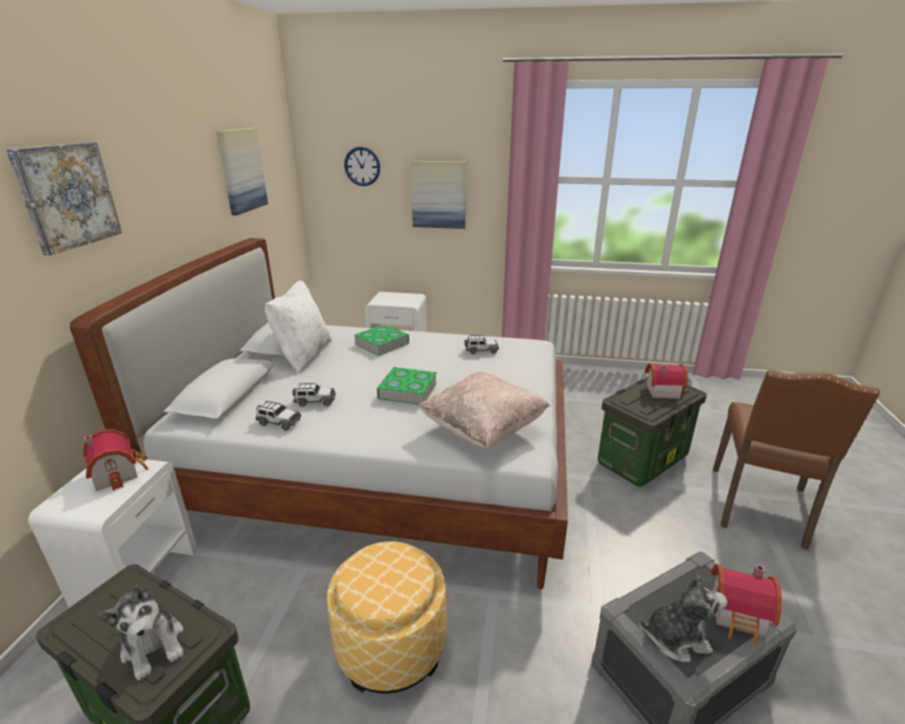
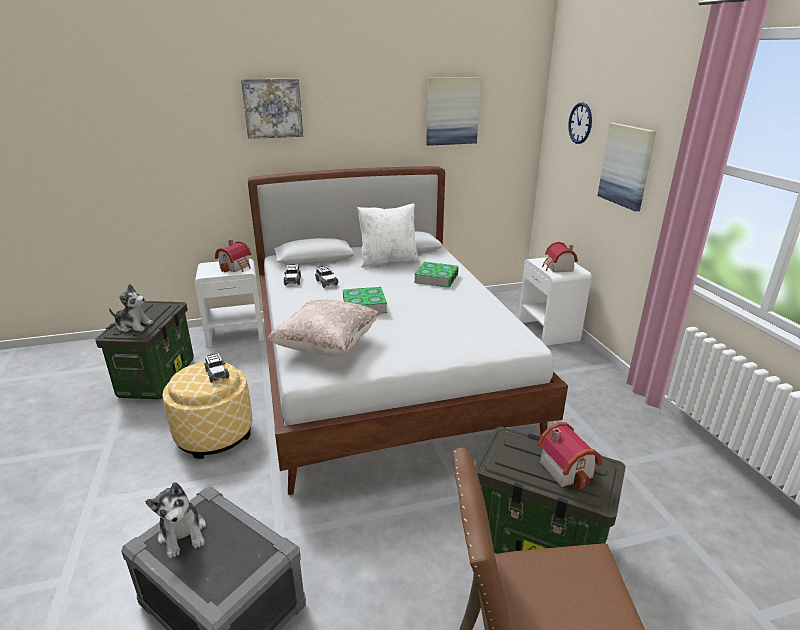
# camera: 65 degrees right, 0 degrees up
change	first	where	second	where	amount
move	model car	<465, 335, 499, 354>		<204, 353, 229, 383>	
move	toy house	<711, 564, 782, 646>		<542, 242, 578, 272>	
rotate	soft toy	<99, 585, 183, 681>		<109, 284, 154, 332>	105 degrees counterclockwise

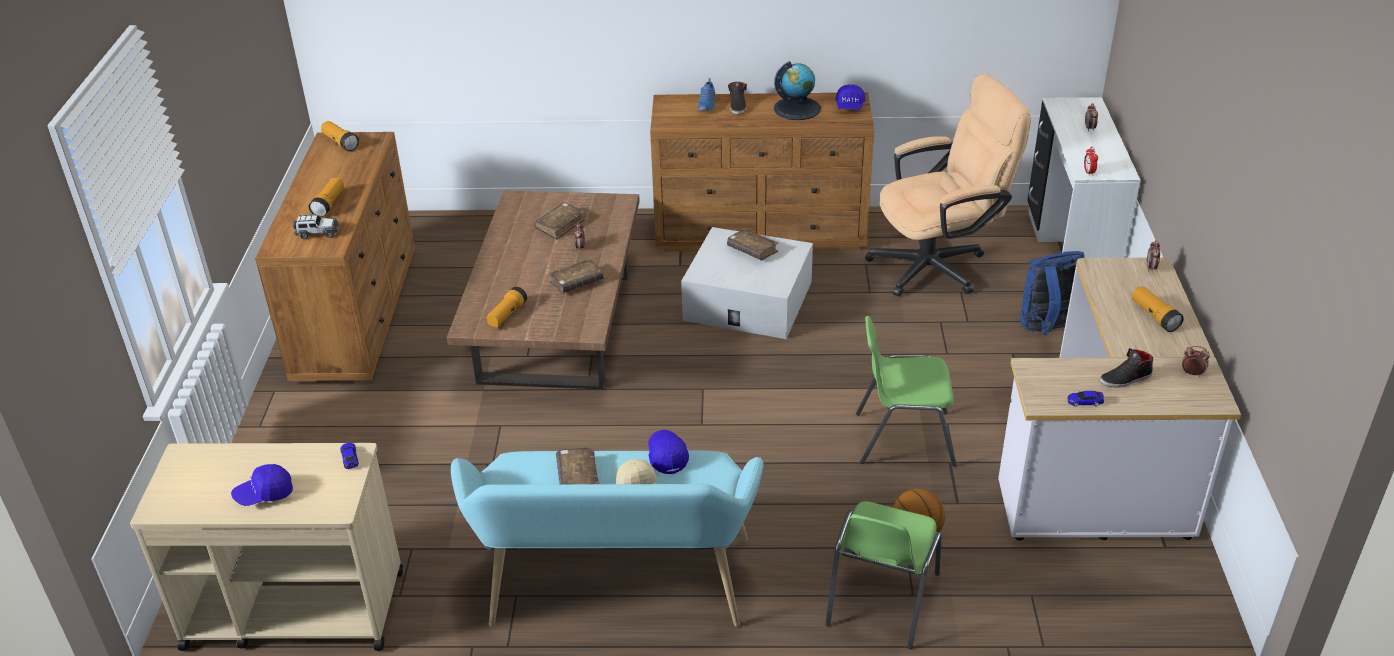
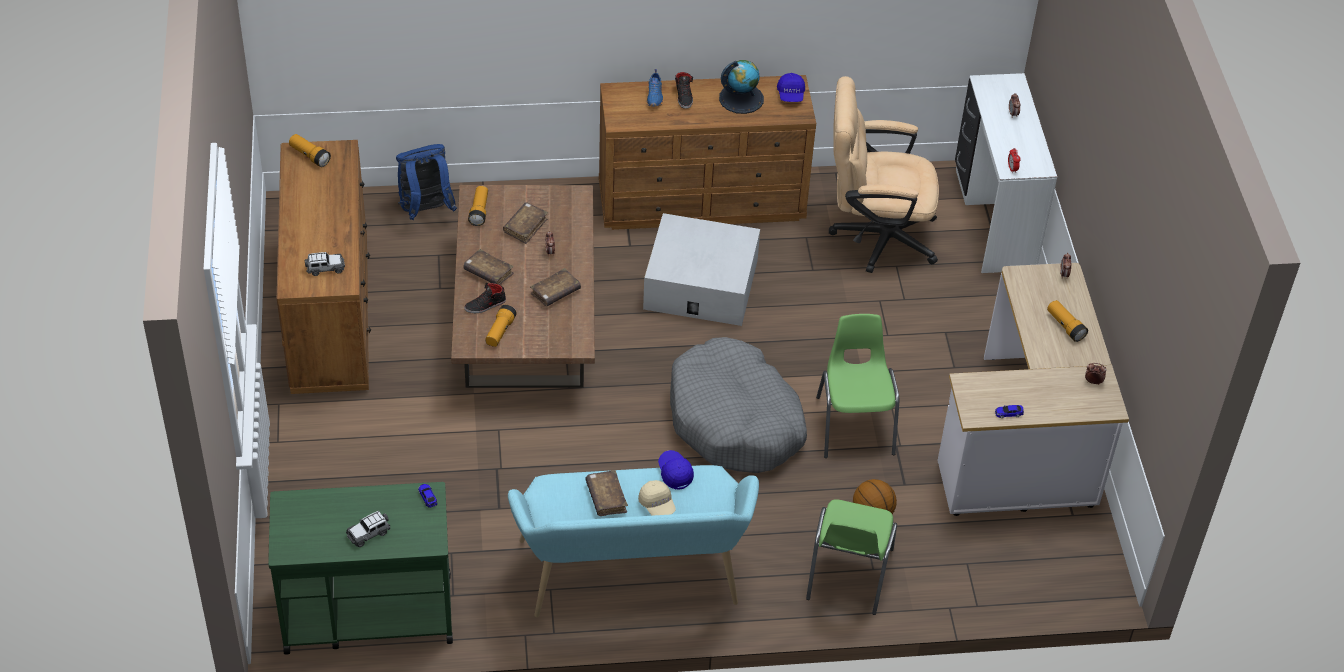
# camera: 10 degrees left, 10 degrees up
change	first	where	second	where	amount
insert			greyish dog cushion	<670, 337, 807, 473>	
move	torch	<309, 178, 344, 217>		<468, 186, 488, 226>	
move	brown-coloured bound book	<727, 228, 778, 260>		<463, 249, 514, 285>	
move	bluish rucksack	<1020, 251, 1085, 336>		<396, 144, 457, 220>	
move	black-coloured item of footwear	<1100, 348, 1153, 388>		<465, 283, 506, 314>	
replace	bluish baseball cap	<231, 464, 293, 506>	model car	<346, 511, 390, 547>	
recolor	sand-coloured trolley	<130, 443, 403, 651>	green-coloured trolley	<268, 482, 453, 655>	
rotate	green-coloured plain chair	<856, 316, 957, 467>		<816, 314, 899, 458>	90 degrees clockwise
rotate	sand-coloured desk chair	<865, 73, 1031, 297>		<829, 76, 939, 273>	150 degrees counterclockwise

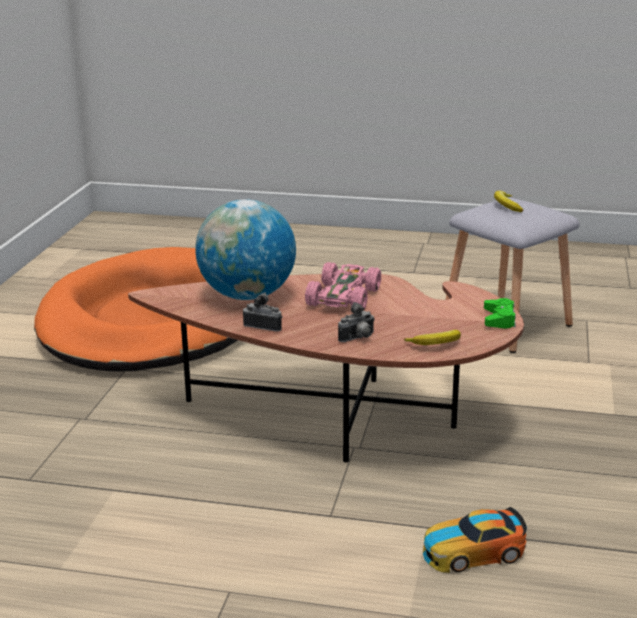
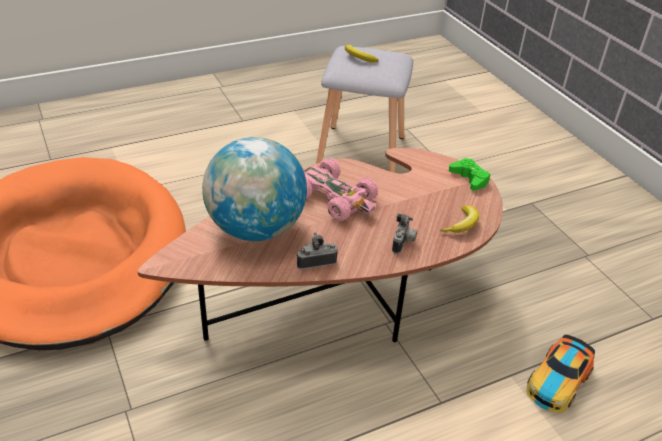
# camera: 40 degrees left, 15 degrees up
change	first	where	second	where	amount
rotate	pink model car	<305, 262, 381, 311>		<304, 158, 378, 221>	150 degrees clockwise

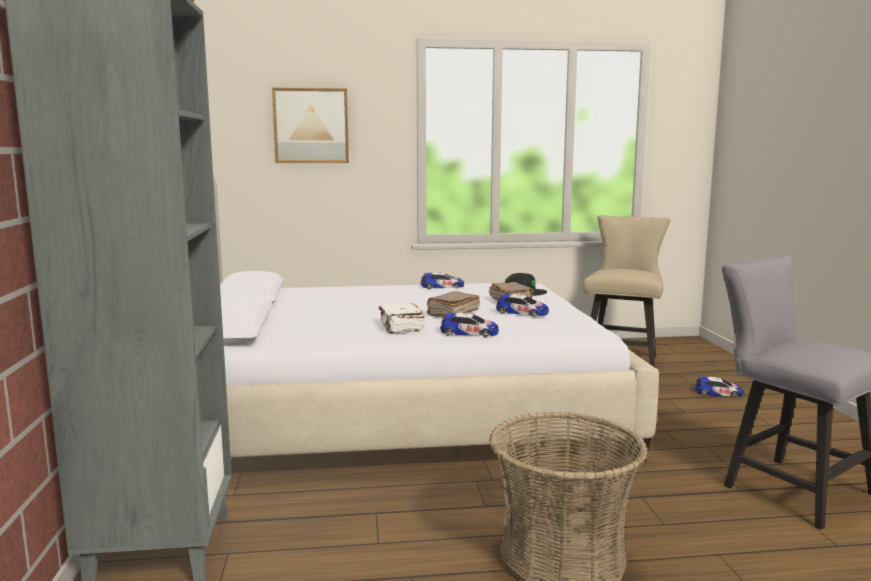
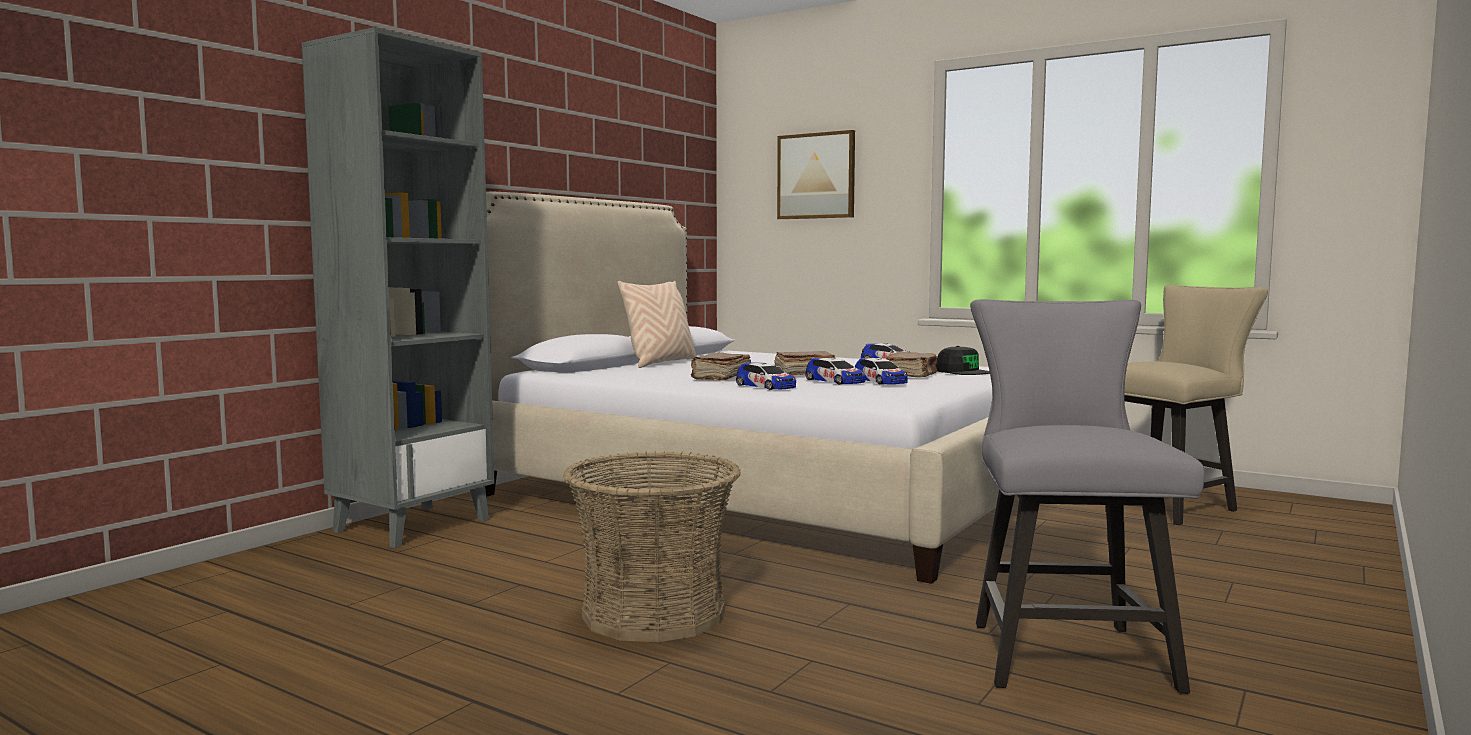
# camera: 40 degrees right, 5 degrees down
change	first	where	second	where	amount
insert			sand-coloured throw pillow	<617, 281, 697, 368>	
move	model car	<694, 377, 744, 397>		<805, 358, 866, 384>	
recolor	white bound book	<379, 303, 426, 334>	brown-coloured bound book	<691, 352, 751, 381>	

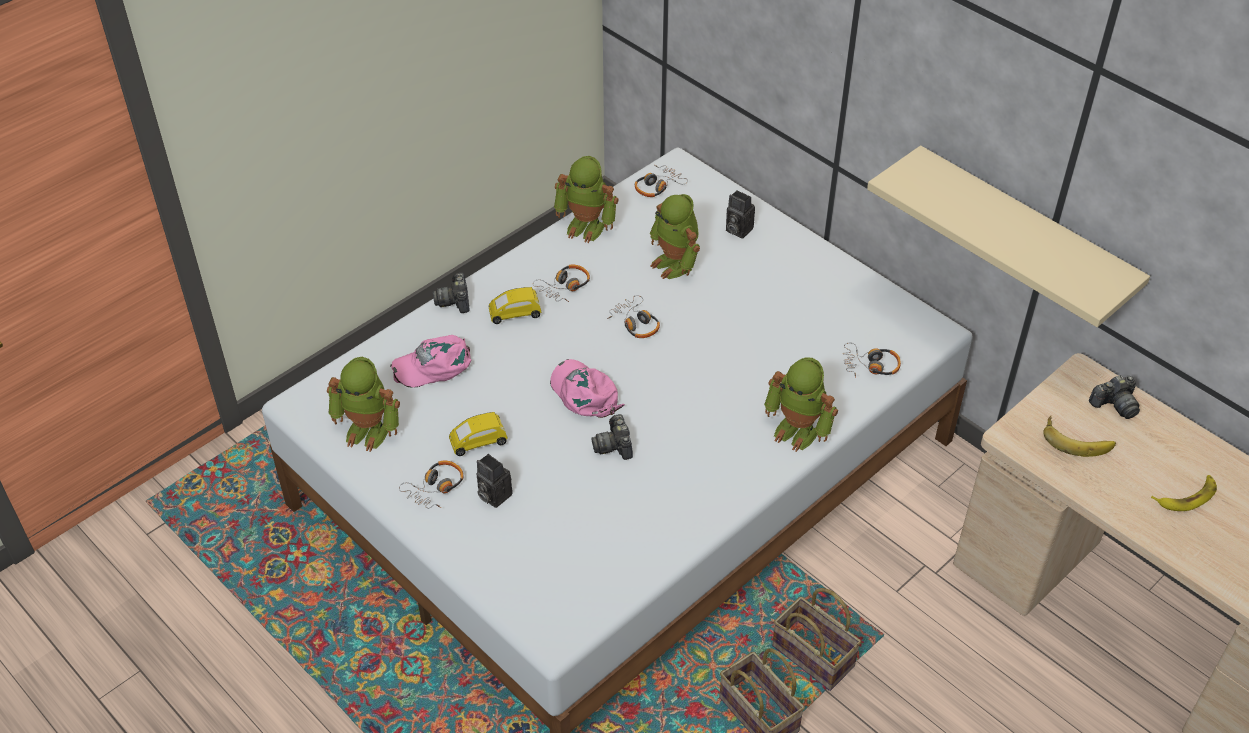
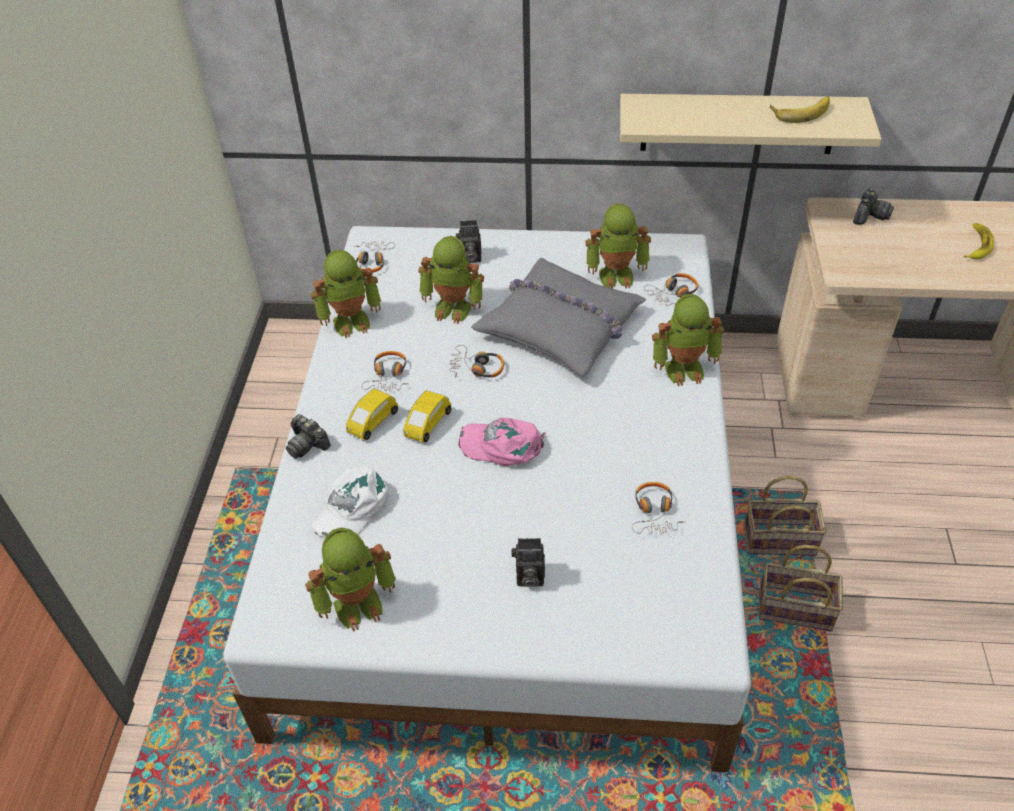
# camera: 40 degrees left, 0 degrees up
change	first	where	second	where	amount
delete	still camera	<591, 414, 633, 460>			
insert			greyish throw pillow	<471, 258, 646, 377>	
insert			toy robot	<585, 203, 651, 289>	
move	headphones	<399, 461, 463, 509>		<632, 482, 683, 535>	
move	yellow-coloured model car	<449, 412, 508, 456>		<403, 391, 451, 442>	
move	banana fruit	<1043, 416, 1116, 457>		<770, 96, 830, 123>	
recolor	pink baseball cap	<390, 335, 472, 388>	white baseball cap	<312, 467, 389, 541>	

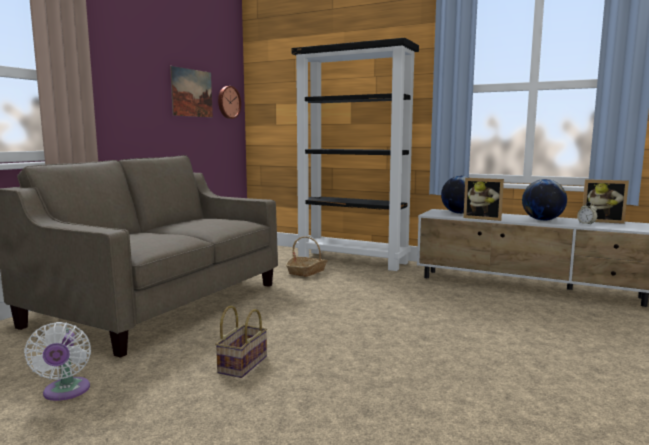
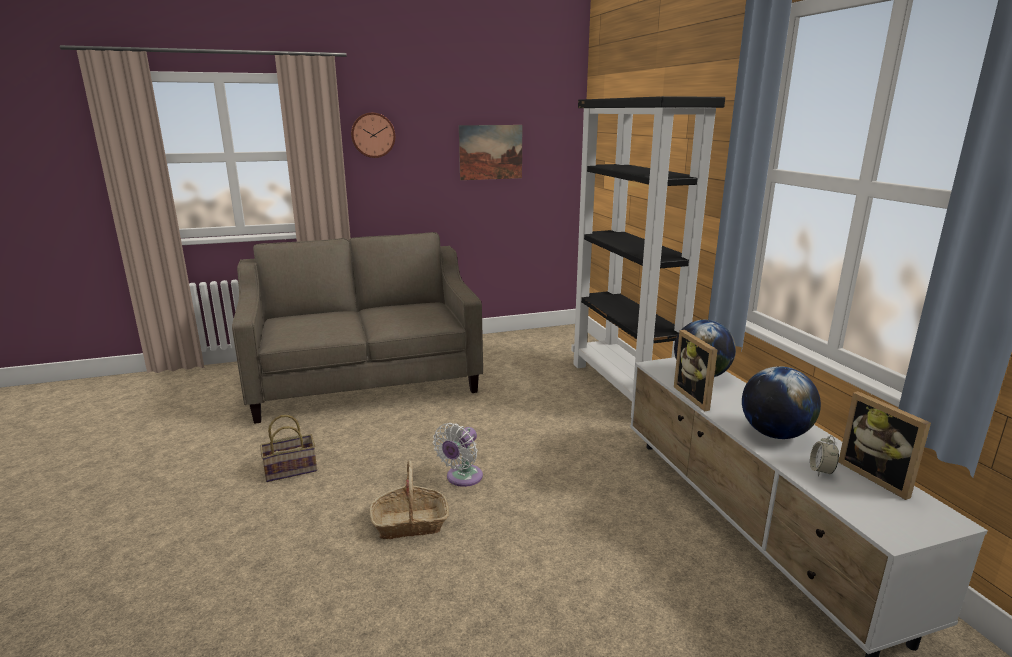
# camera: 45 degrees right, 10 degrees up
change	first	where	second	where	amount
move	white electric fan	<24, 322, 91, 401>		<433, 423, 483, 487>	
move	clock on the wall	<218, 86, 241, 119>		<351, 113, 395, 158>	
move	basket	<285, 236, 328, 277>		<370, 461, 449, 539>	

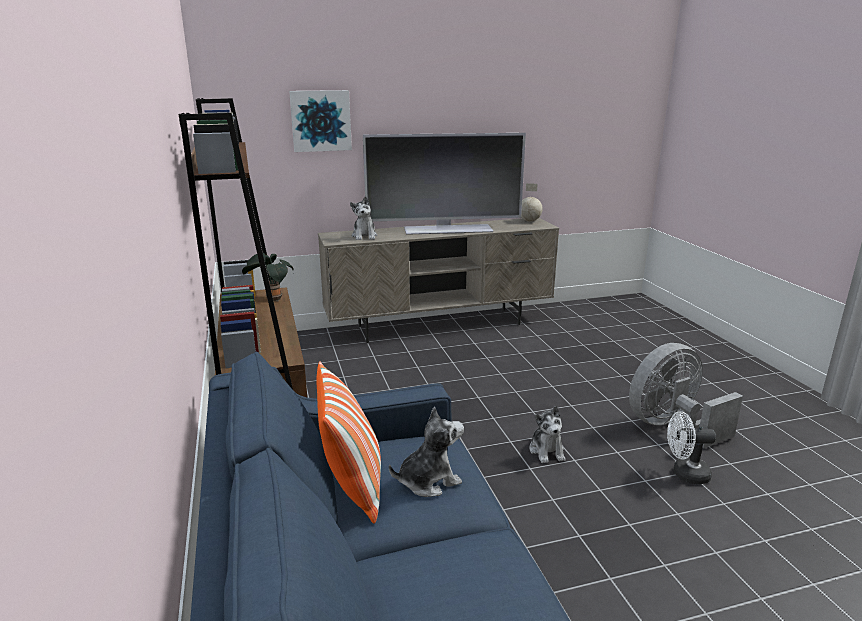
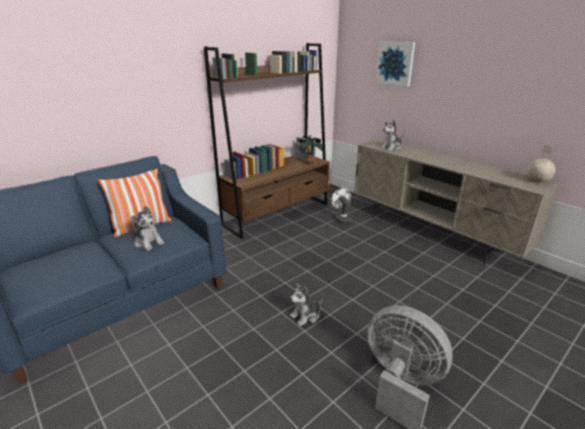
# camera: 65 degrees right, 5 degrees up
change	first	where	second	where	amount
delete	TV	<363, 133, 526, 235>			
move	white electric fan	<667, 411, 716, 484>		<331, 188, 352, 224>	

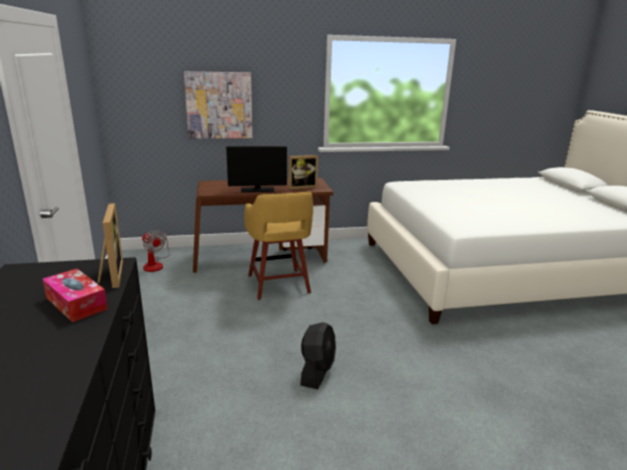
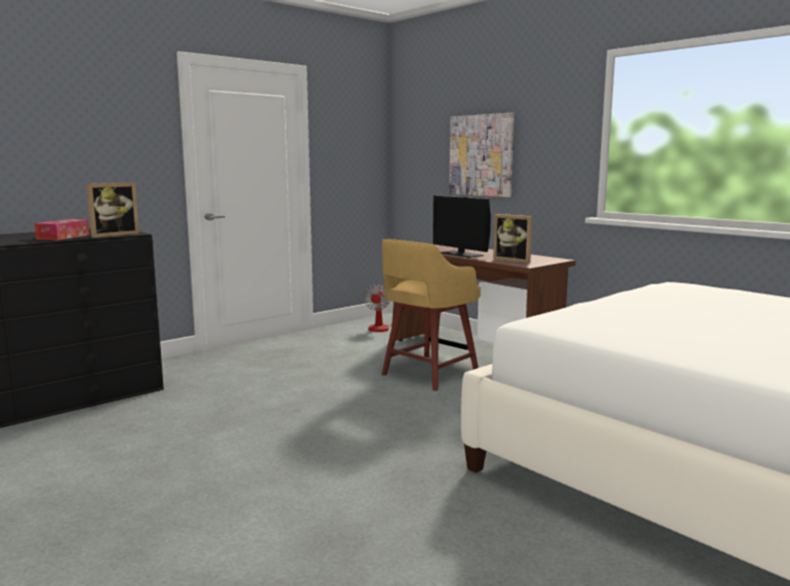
# camera: 60 degrees right, 10 degrees down
change	first	where	second	where	amount
delete	black-coloured electric fan	<300, 322, 336, 389>			

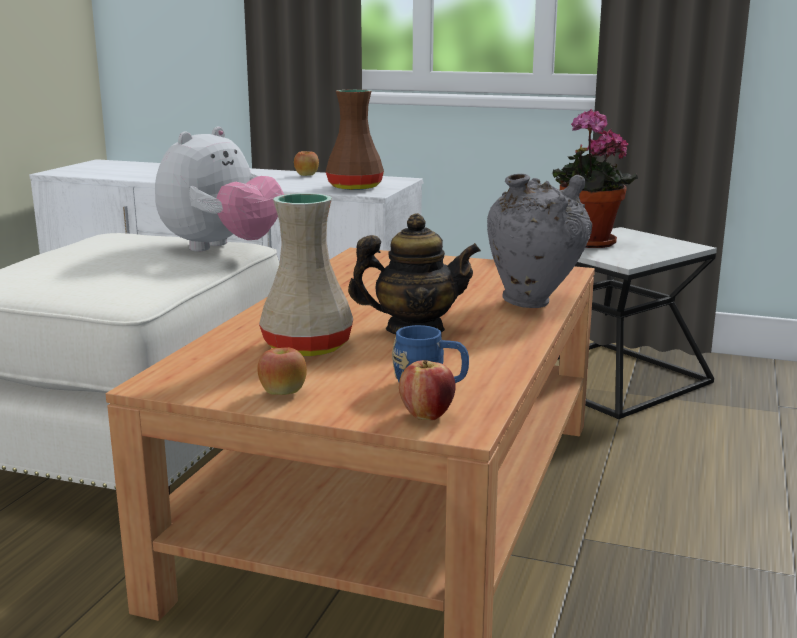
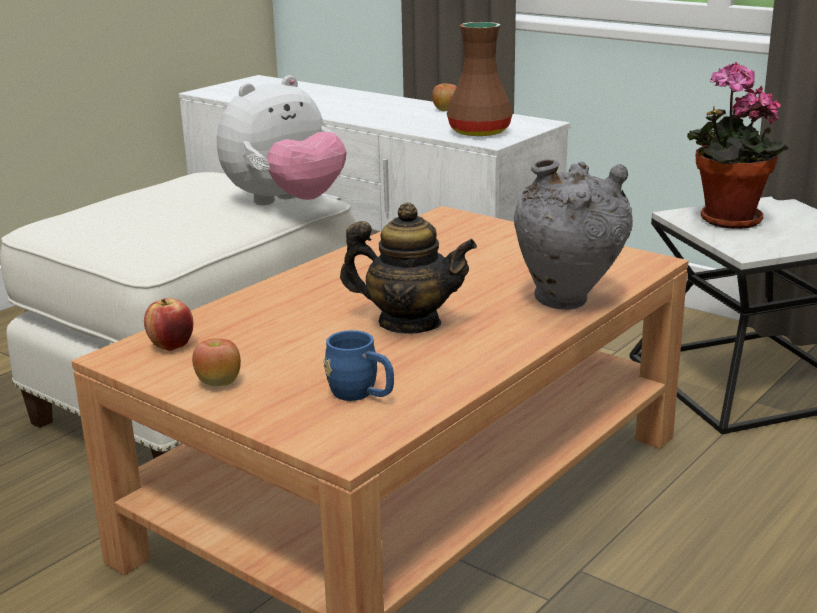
# camera: 20 degrees right, 5 degrees up
change	first	where	second	where	amount
delete	sand-coloured vase	<259, 193, 353, 356>			
move	apple fruit	<399, 360, 456, 421>		<144, 298, 193, 351>	

